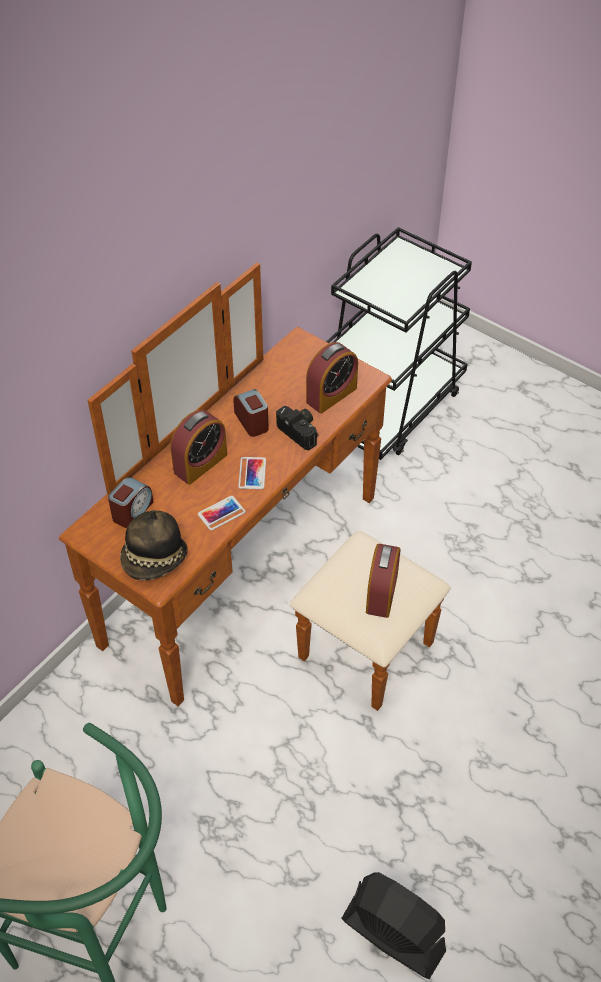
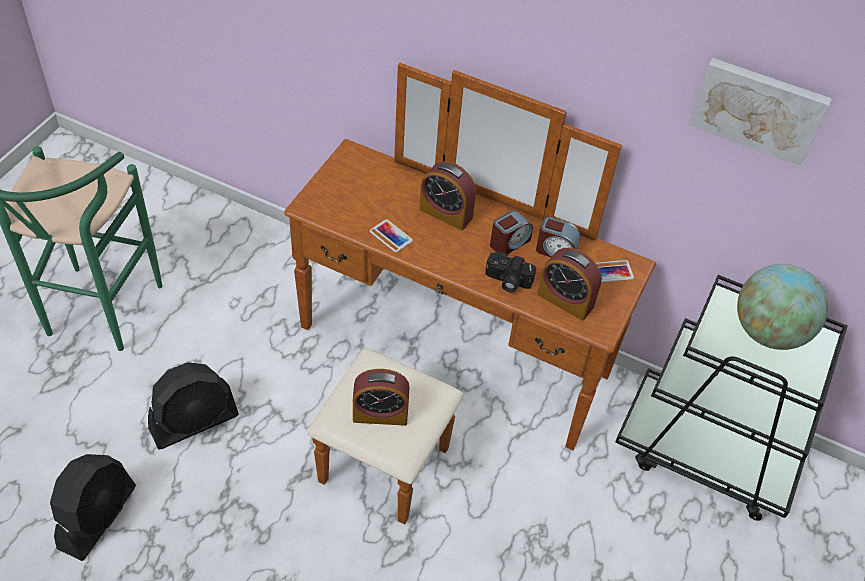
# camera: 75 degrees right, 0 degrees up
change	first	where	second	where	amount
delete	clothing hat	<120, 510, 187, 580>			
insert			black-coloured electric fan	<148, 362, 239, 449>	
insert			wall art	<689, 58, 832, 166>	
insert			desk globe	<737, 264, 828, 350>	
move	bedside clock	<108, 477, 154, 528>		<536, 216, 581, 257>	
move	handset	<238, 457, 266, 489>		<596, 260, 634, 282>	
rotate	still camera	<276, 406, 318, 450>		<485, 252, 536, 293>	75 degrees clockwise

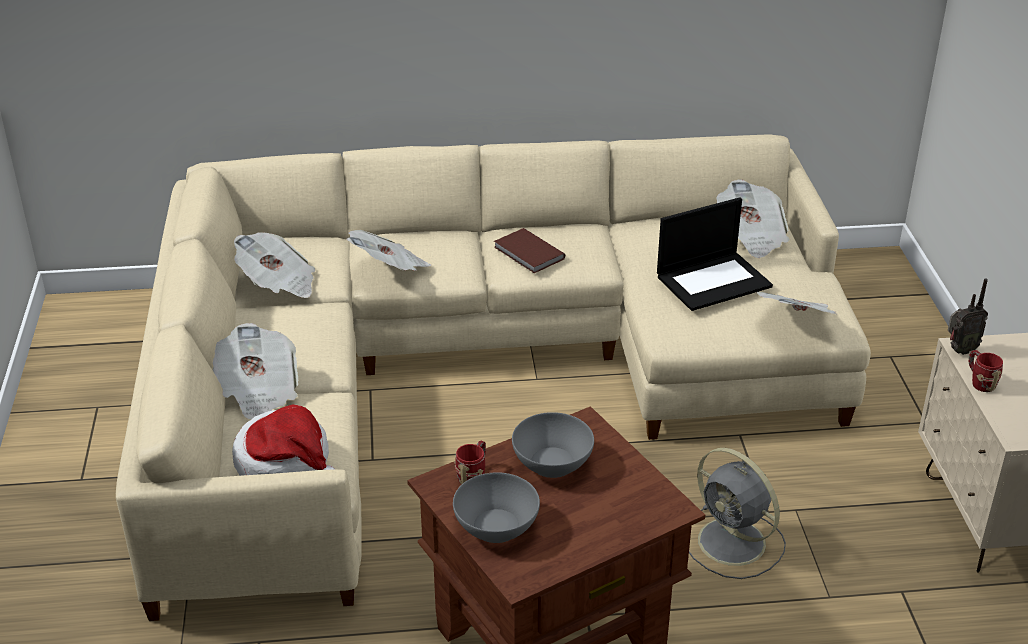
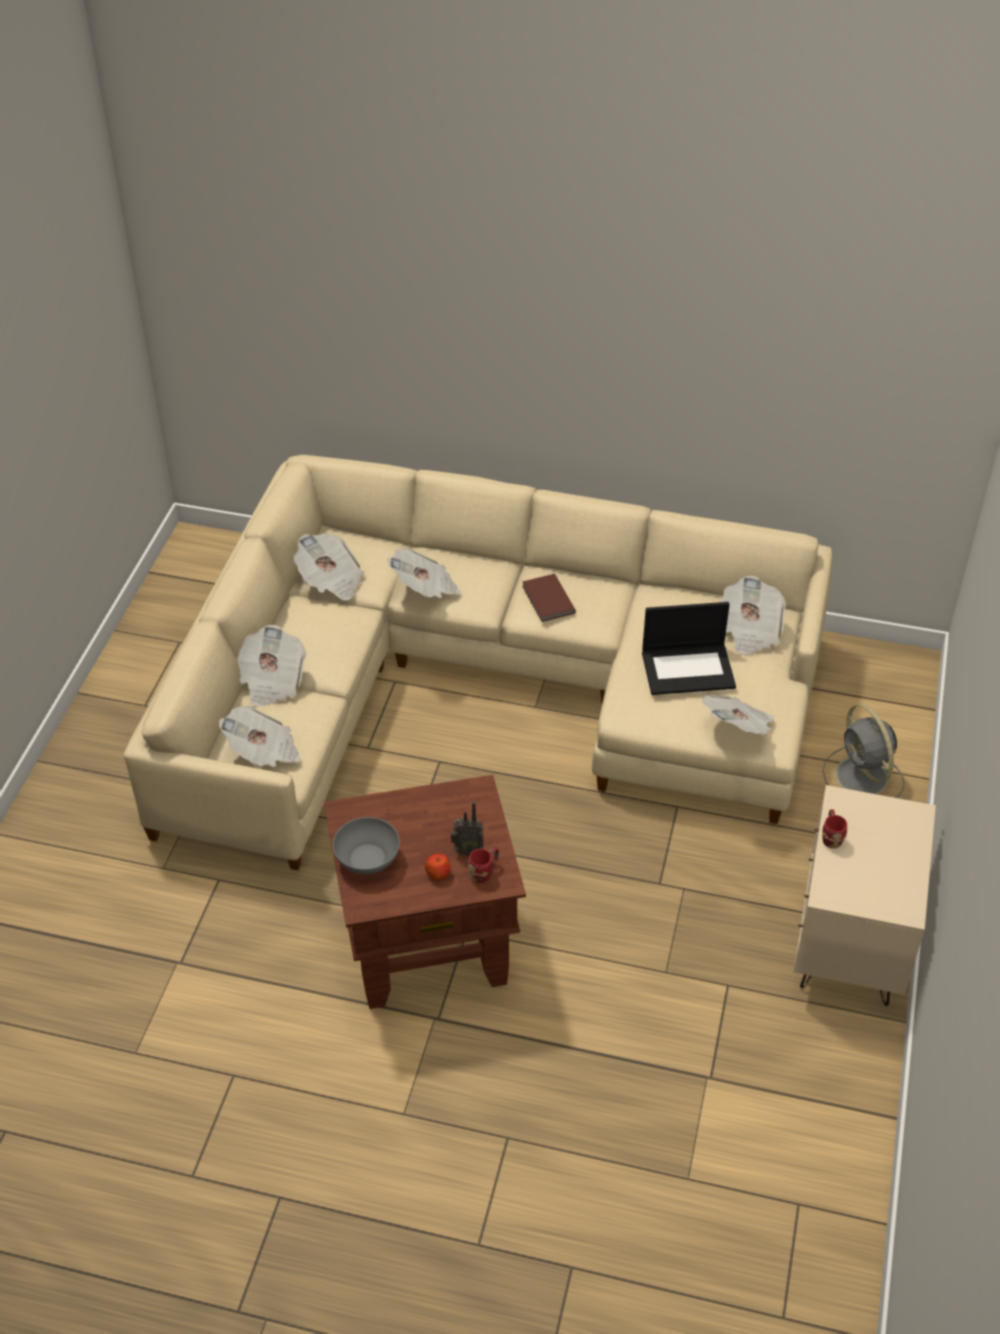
# camera: 20 degrees right, 10 degrees up
change	first	where	second	where	amount
delete	greyish bowl	<512, 412, 594, 478>			
insert			apple fruit	<425, 854, 451, 881>	
move	red-coloured tea mug	<454, 441, 486, 485>		<468, 847, 499, 883>	
move	greyish electric fan	<689, 448, 786, 579>		<823, 704, 905, 798>	
move	radio	<948, 279, 988, 355>		<450, 802, 484, 856>	
replace	clothing hat	<232, 404, 335, 476>	newspaper	<219, 706, 301, 767>	

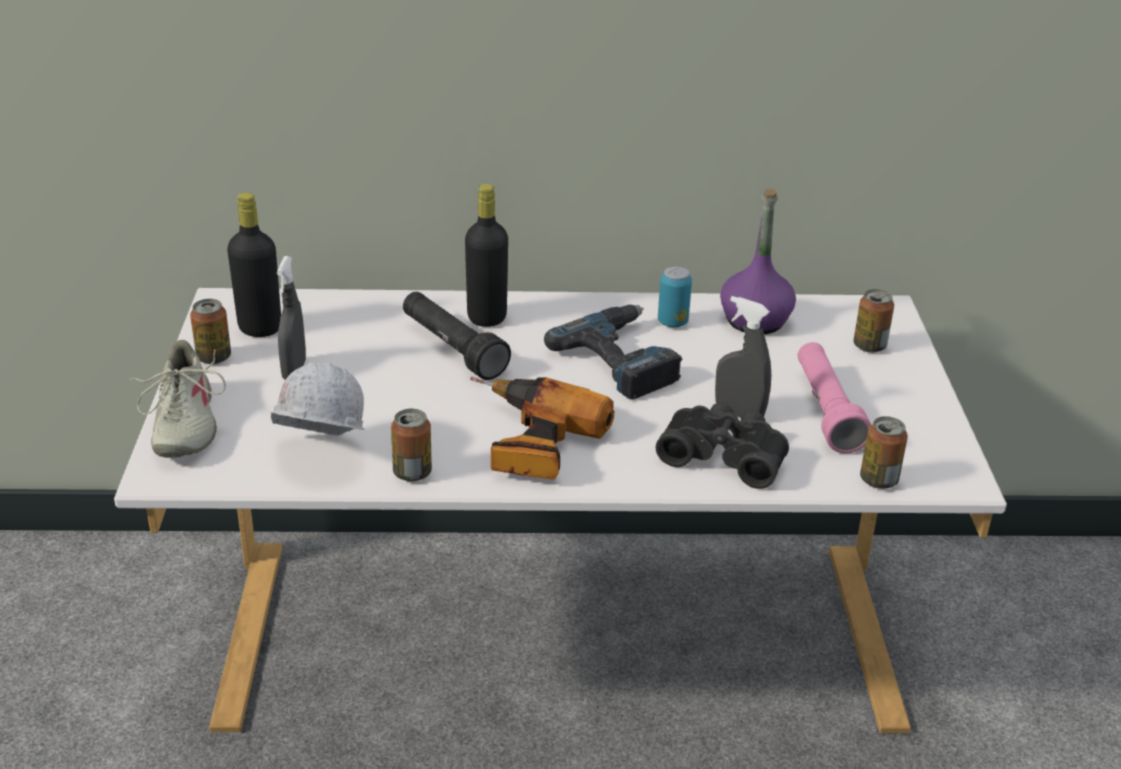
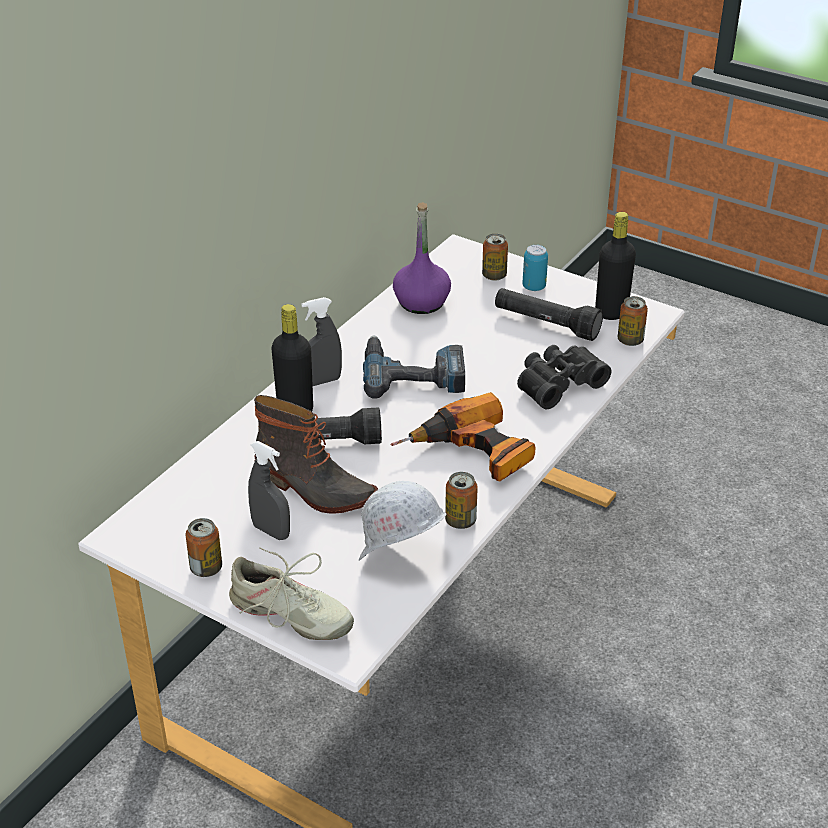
# camera: 55 degrees left, 5 degrees up
change	first	where	second	where	amount
insert			boot	<254, 395, 378, 514>	
move	black-coloured bottle	<227, 193, 281, 337>		<595, 212, 636, 320>	
move	sealed can	<658, 266, 692, 327>		<522, 245, 548, 291>	
move	greyish spray bottle	<715, 296, 771, 418>		<302, 297, 342, 386>	
recolor	pink torch	<798, 342, 871, 453>	black-coloured torch	<495, 288, 603, 341>	

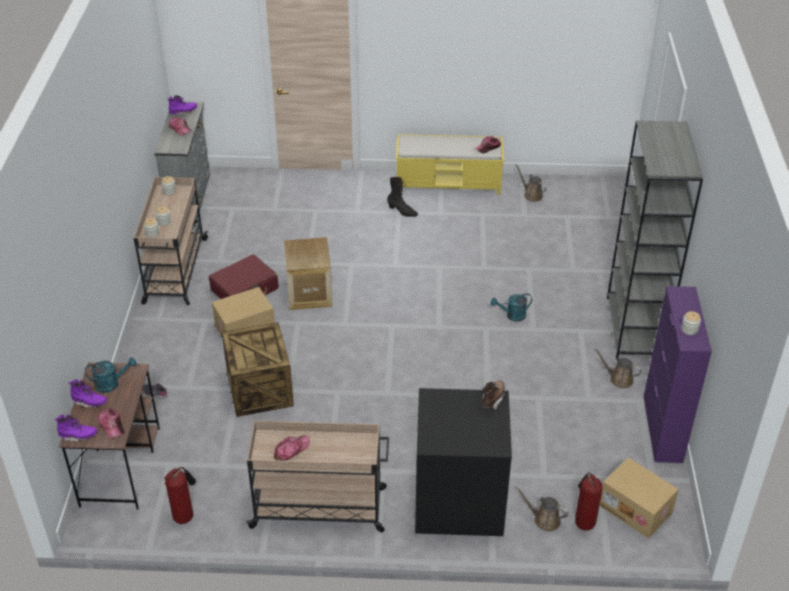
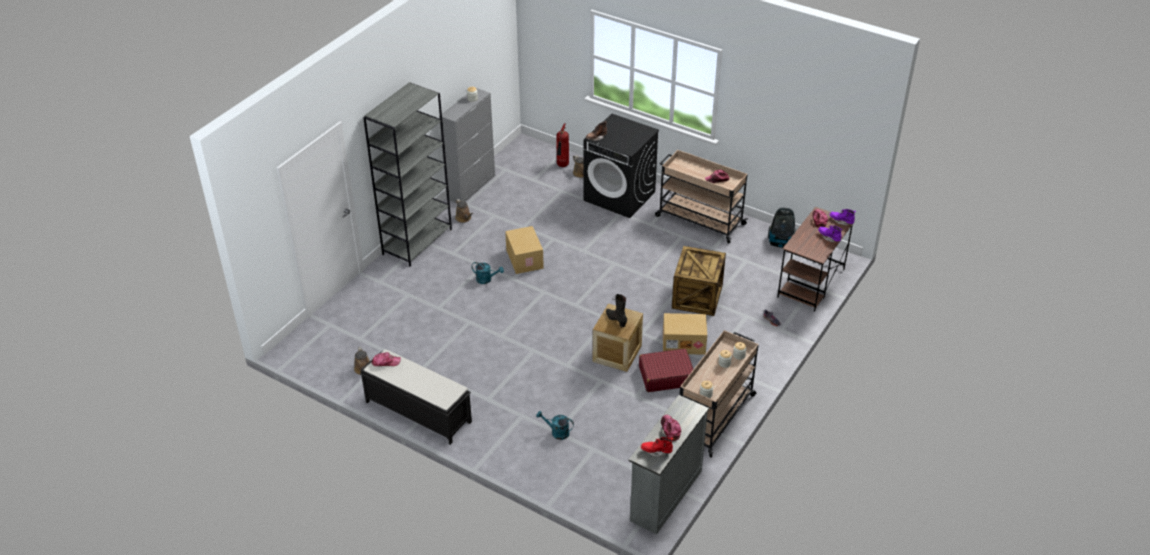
# camera: 150 degrees left, 0 degrees up
change	first	where	second	where	amount
move	turquoise-coloured watering can	<85, 357, 137, 393>		<536, 411, 574, 440>	
move	black-coloured boot	<387, 177, 418, 217>		<606, 294, 627, 327>	
move	carton	<599, 457, 679, 539>		<505, 226, 544, 274>	
replace	fire-fighting cylinder	<164, 467, 196, 524>	hoover	<768, 207, 796, 248>	
recolor	purplish boot	<167, 95, 197, 117>	red-coloured boot	<641, 437, 673, 457>	
recolor	yellow-coloured bench	<396, 134, 504, 195>	black-coloured bench	<360, 349, 472, 445>	
recolor	purplish cupboard	<644, 286, 712, 463>	greyish cupboard	<439, 88, 495, 203>	

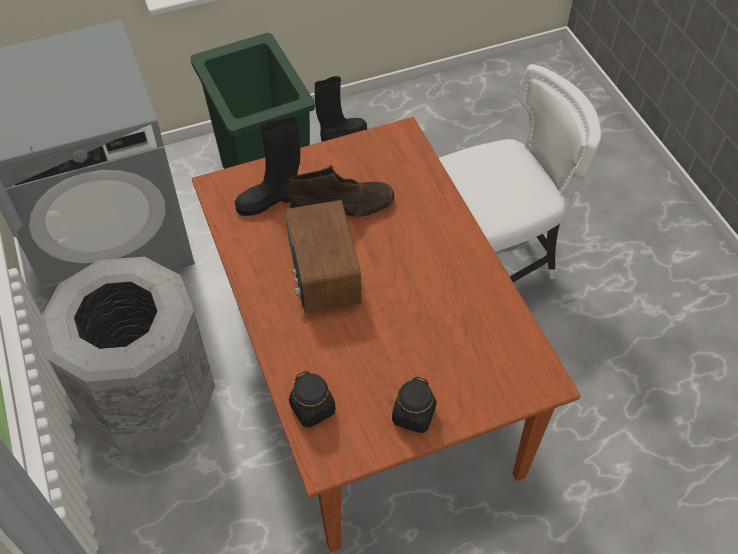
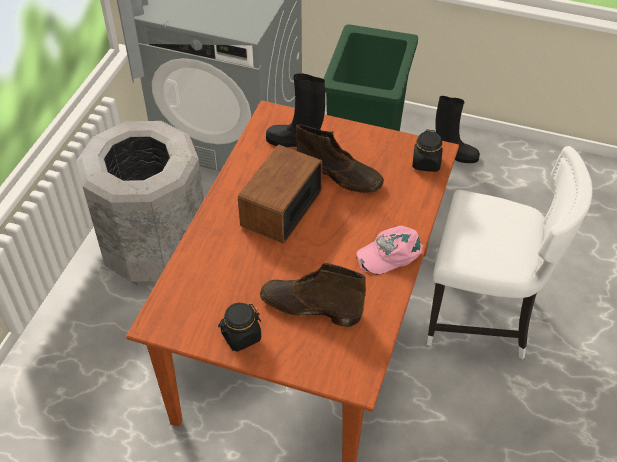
# camera: 40 degrees right, 5 degrees down
change	first	where	second	where	amount
insert			brown-coloured boot	<260, 263, 366, 327>	
insert			pink baseball cap	<356, 226, 423, 275>	
move	black-coloured preserve jar	<289, 371, 336, 428>		<412, 130, 443, 172>	

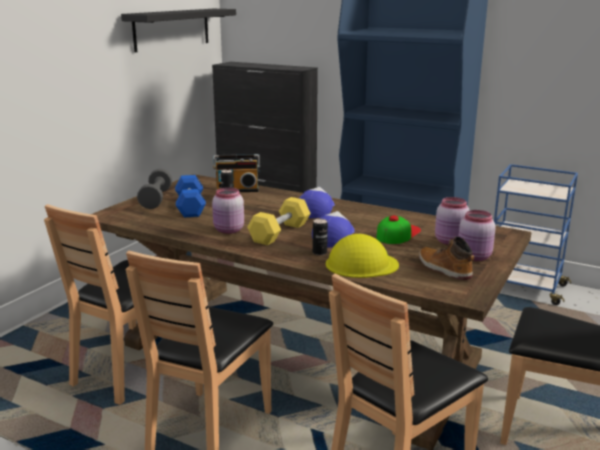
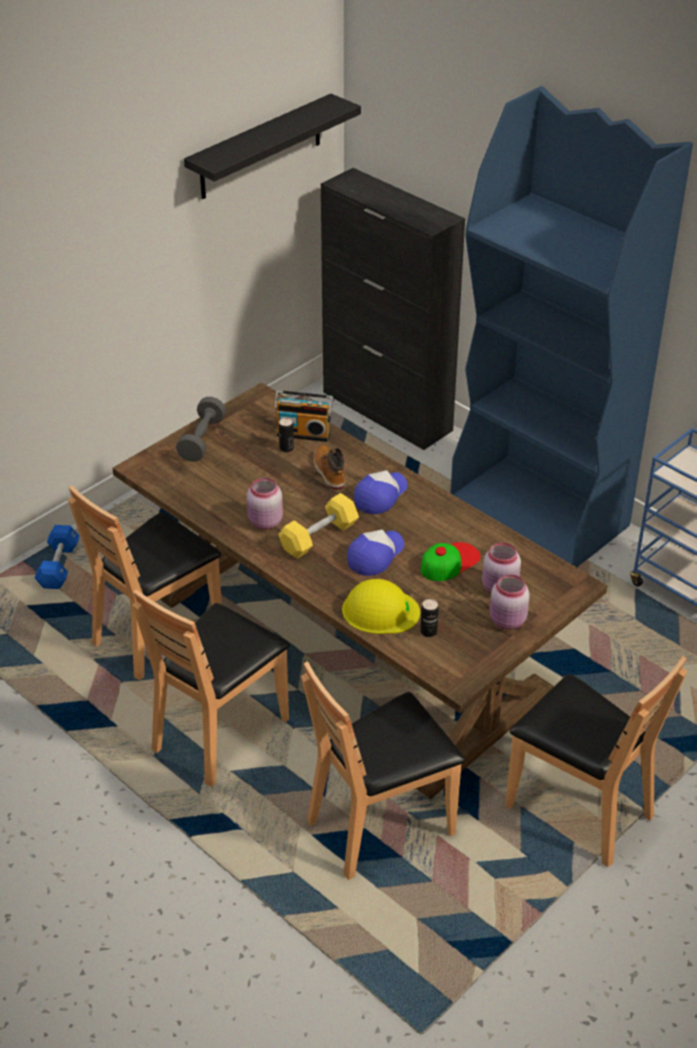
# camera: 15 degrees right, 20 degrees up
change	first	where	second	where	amount
move	bluish dumbbell	<175, 175, 206, 218>		<34, 525, 79, 589>	
move	sealed can	<313, 219, 328, 255>		<421, 599, 439, 637>	
move	boot	<419, 237, 474, 280>		<314, 445, 345, 490>	

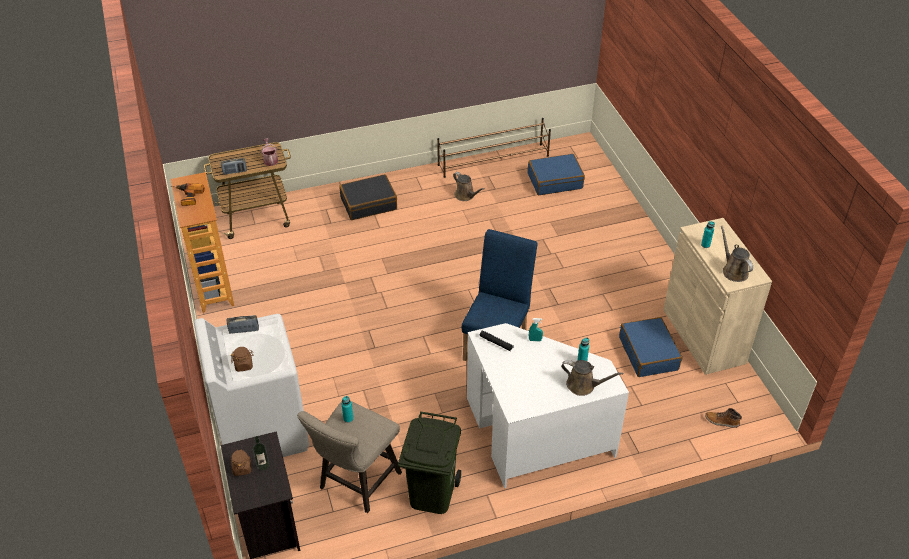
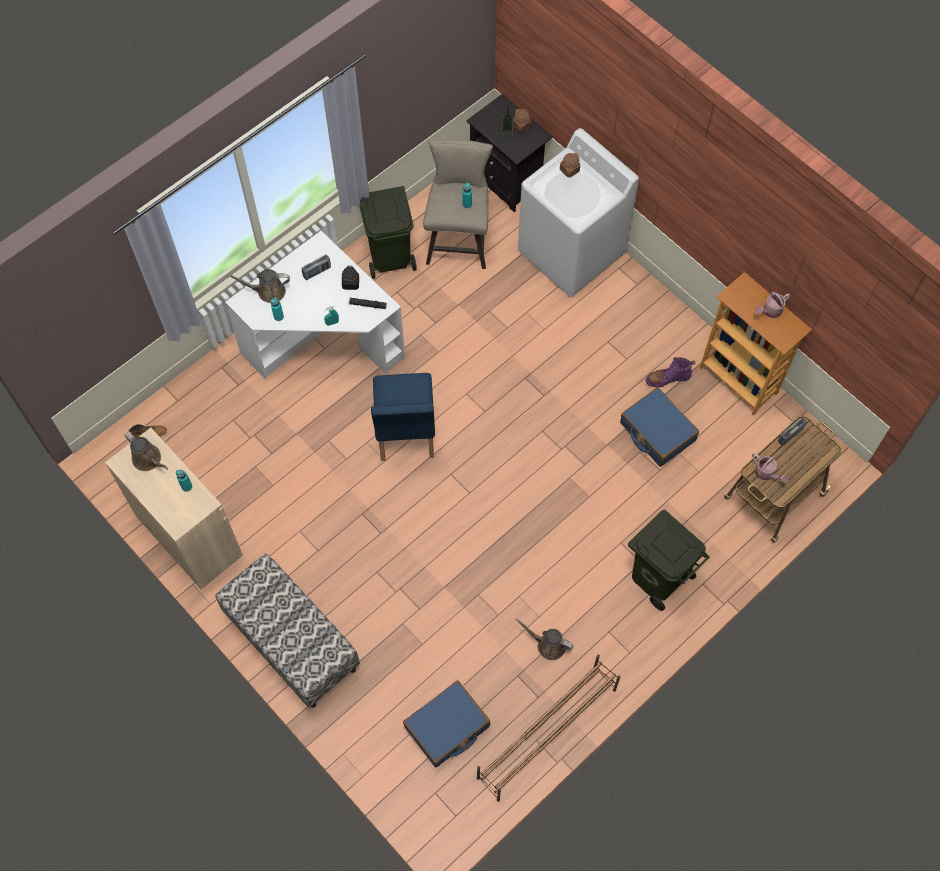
# camera: 155 degrees right, 20 degrees up
change	first	where	second	where	amount
insert			bench	<216, 554, 360, 708>	
insert			black-coloured preserve jar	<342, 265, 359, 290>	
insert			purplish boot	<646, 357, 696, 387>	
move	radio	<227, 315, 259, 333>		<302, 255, 331, 280>	
move	bluish travel case	<619, 317, 682, 377>		<620, 387, 699, 467>	
replace	power drill	<171, 183, 205, 206>	watering can	<755, 292, 790, 318>	
replace	black-coloured travel case	<339, 174, 397, 220>	green-coloured waste bin	<628, 510, 710, 611>	

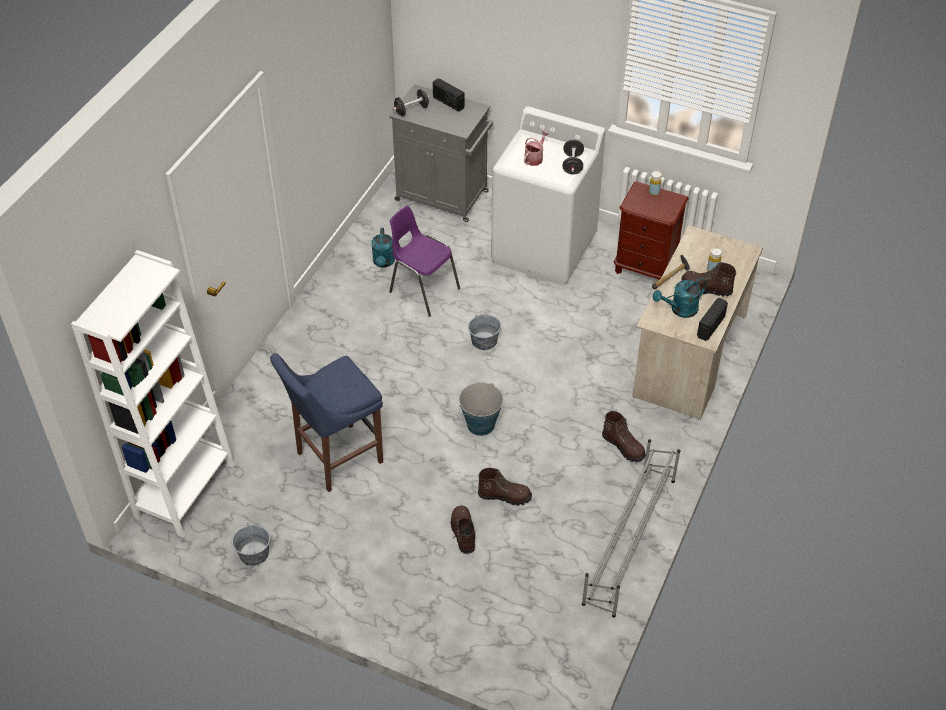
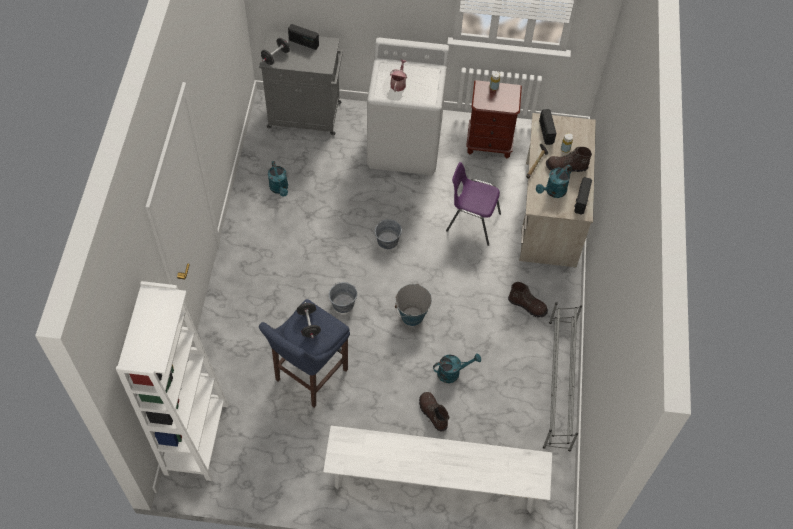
# camera: 20 degrees left, 10 degrees up
change	first	where	second	where	amount
insert			white bench	<323, 426, 552, 513>	
insert			radio	<539, 109, 556, 145>	
move	greyish pail	<232, 522, 270, 566>		<329, 282, 357, 313>	
move	purplish plain chair	<389, 206, 460, 317>		<446, 162, 501, 246>	
move	black-coloured dumbbell	<563, 140, 584, 174>		<297, 302, 321, 338>	
replace	brown-coloured boot	<478, 468, 532, 506>	turquoise-coloured watering can	<433, 353, 481, 383>	

